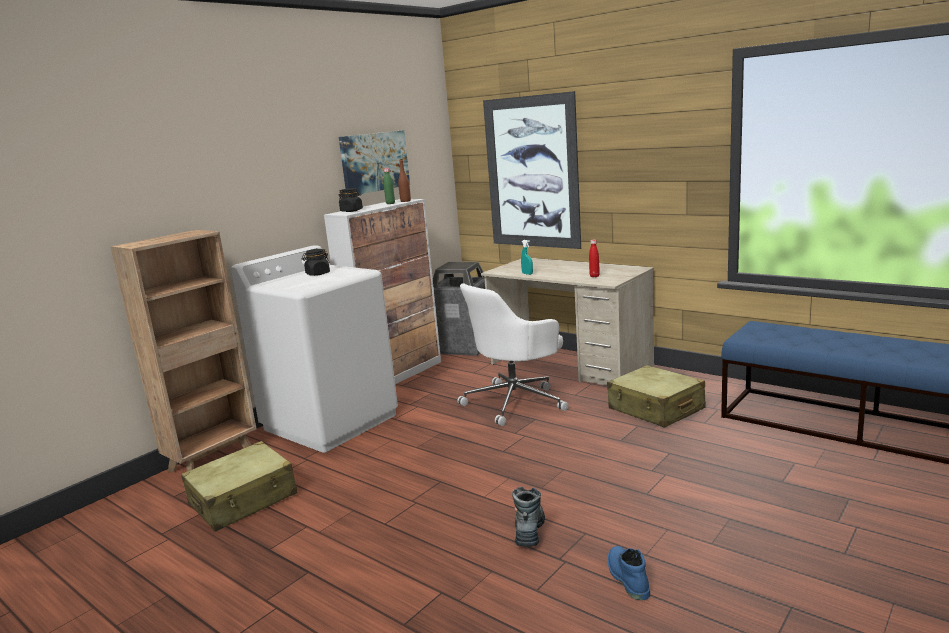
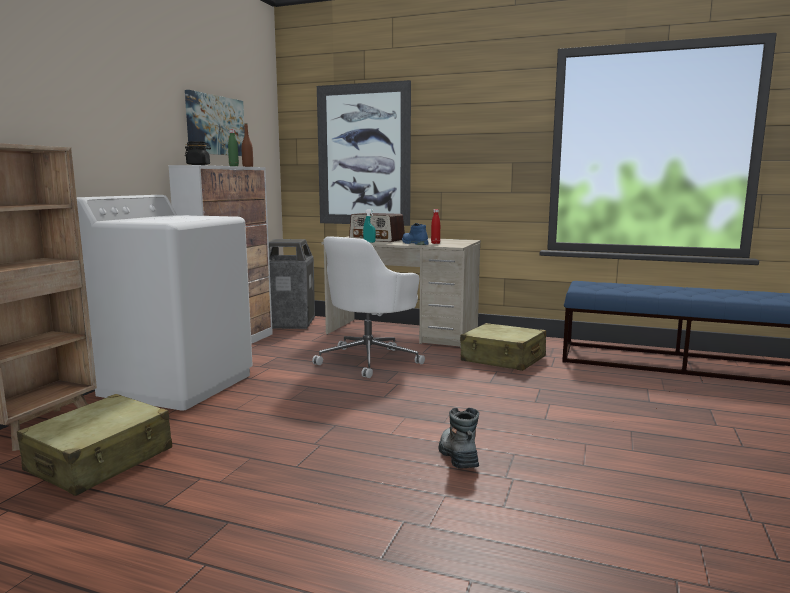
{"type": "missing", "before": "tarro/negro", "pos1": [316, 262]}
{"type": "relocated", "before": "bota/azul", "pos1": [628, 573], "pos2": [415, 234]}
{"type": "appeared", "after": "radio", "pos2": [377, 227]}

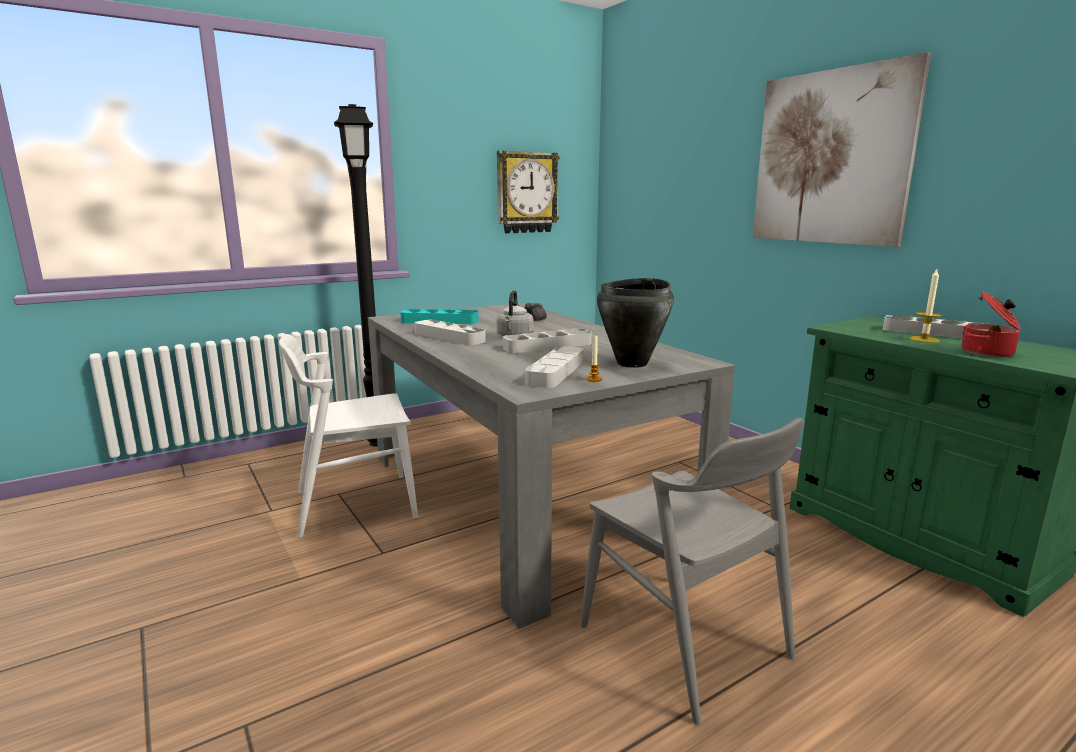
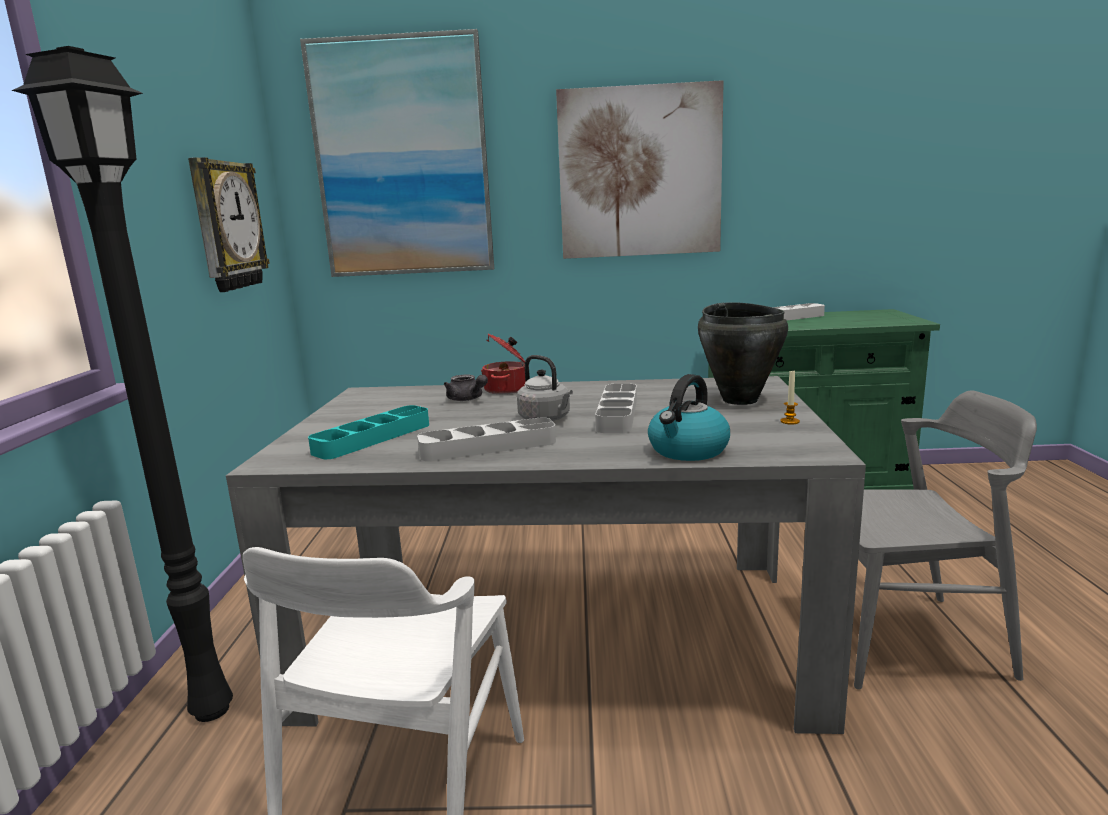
{"type": "missing", "before": "vela", "pos1": [925, 306]}
{"type": "relocated", "before": "olla", "pos1": [991, 324], "pos2": [503, 364]}
{"type": "missing", "before": "bandeja/gris", "pos1": [554, 367]}
{"type": "appeared", "after": "cuadro", "pos2": [397, 153]}
{"type": "appeared", "after": "hervidor", "pos2": [689, 417]}

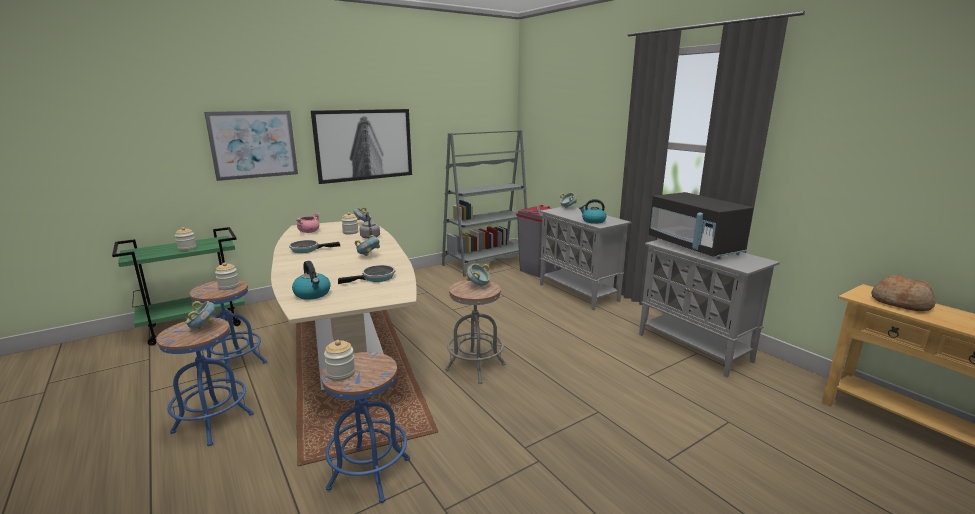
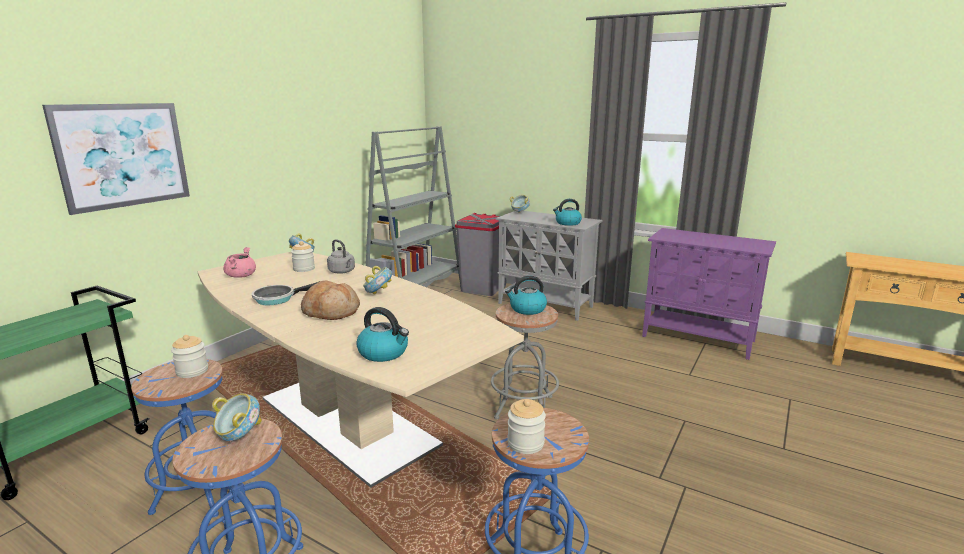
{"type": "missing", "before": "cuadro", "pos1": [361, 146]}
{"type": "missing", "before": "microondas/negro", "pos1": [701, 225]}
{"type": "missing", "before": "tarro", "pos1": [185, 239]}
{"type": "colour", "before": "armario/gris", "after": "armario/morado", "pos1": [709, 308], "pos2": [709, 294]}
{"type": "exchanged", "before": "cuenco", "after": "hervidor", "pos1": [478, 275], "pos2": [526, 295]}
{"type": "missing", "before": "sartén", "pos1": [366, 274]}
{"type": "relocated", "before": "pan", "pos1": [903, 293], "pos2": [330, 300]}

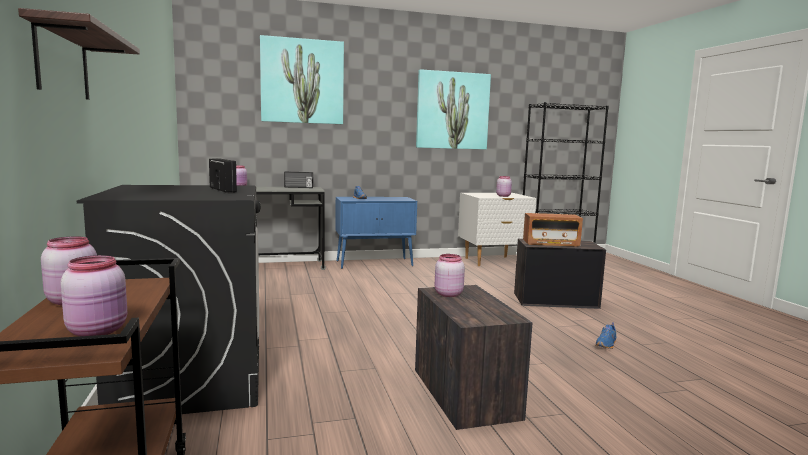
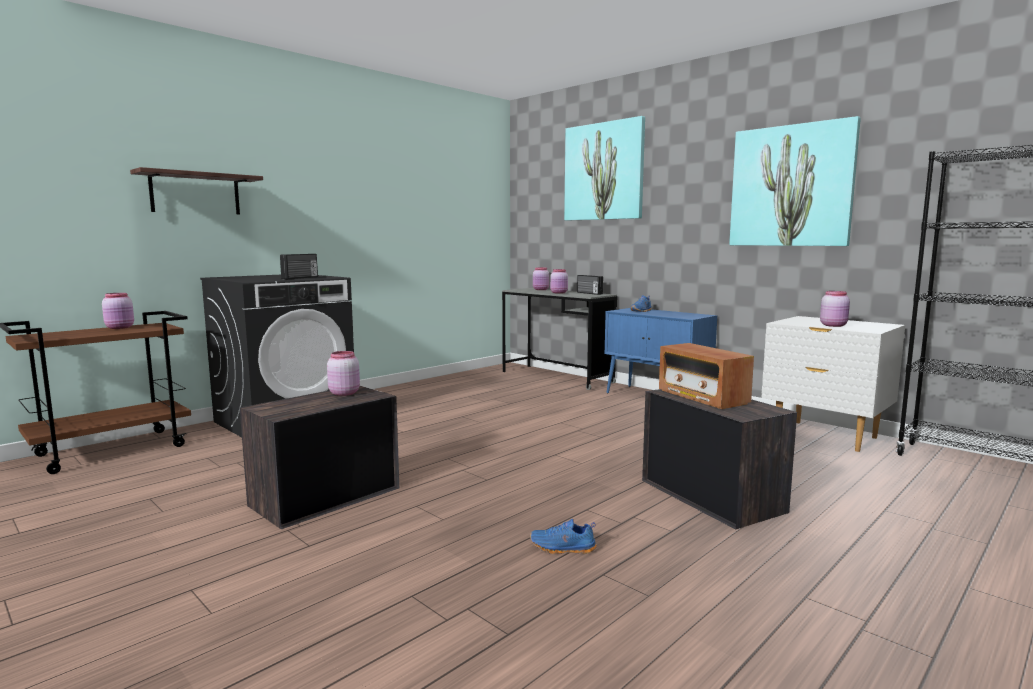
{"type": "relocated", "before": "tarro/rosa", "pos1": [93, 295], "pos2": [559, 281]}

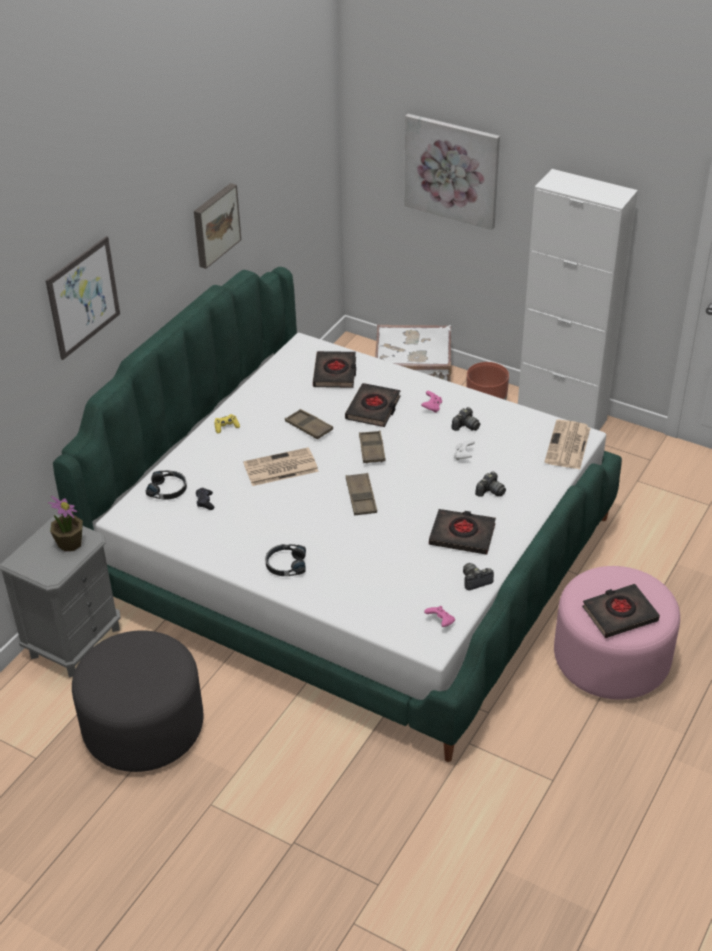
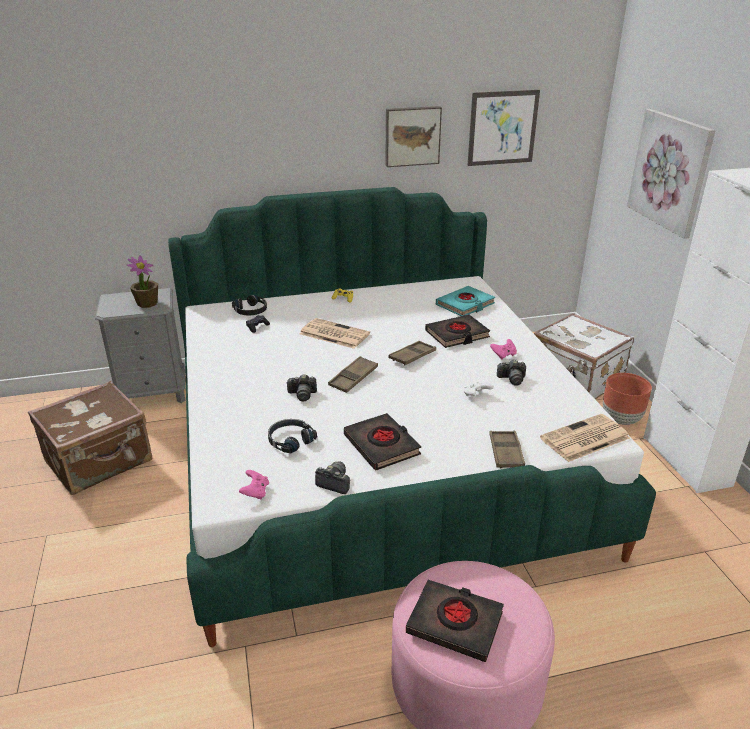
{"type": "relocated", "before": "cuadro", "pos1": [83, 298], "pos2": [503, 128]}
{"type": "colour", "before": "libro/negro", "after": "libro/turquesa", "pos1": [334, 369], "pos2": [465, 301]}
{"type": "relocated", "before": "bandeja/marrón", "pos1": [309, 424], "pos2": [507, 449]}
{"type": "relocated", "before": "cámara", "pos1": [490, 484], "pos2": [301, 387]}
{"type": "relocated", "before": "auriculares/negro", "pos1": [285, 560], "pos2": [292, 436]}
{"type": "exchanged", "before": "puf/gris", "after": "maleta/marrón", "pos1": [138, 701], "pos2": [90, 438]}

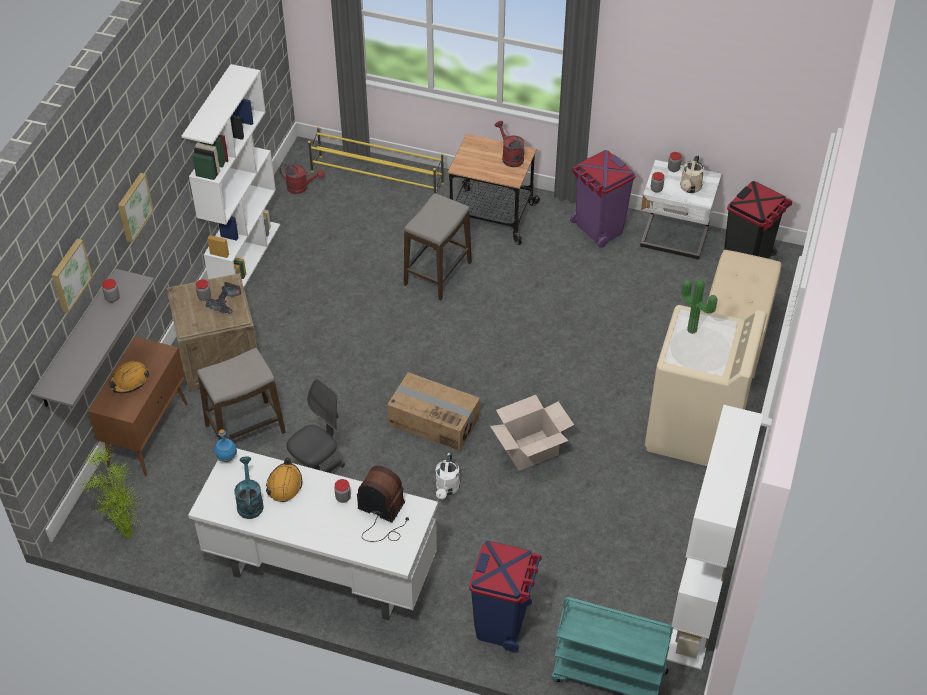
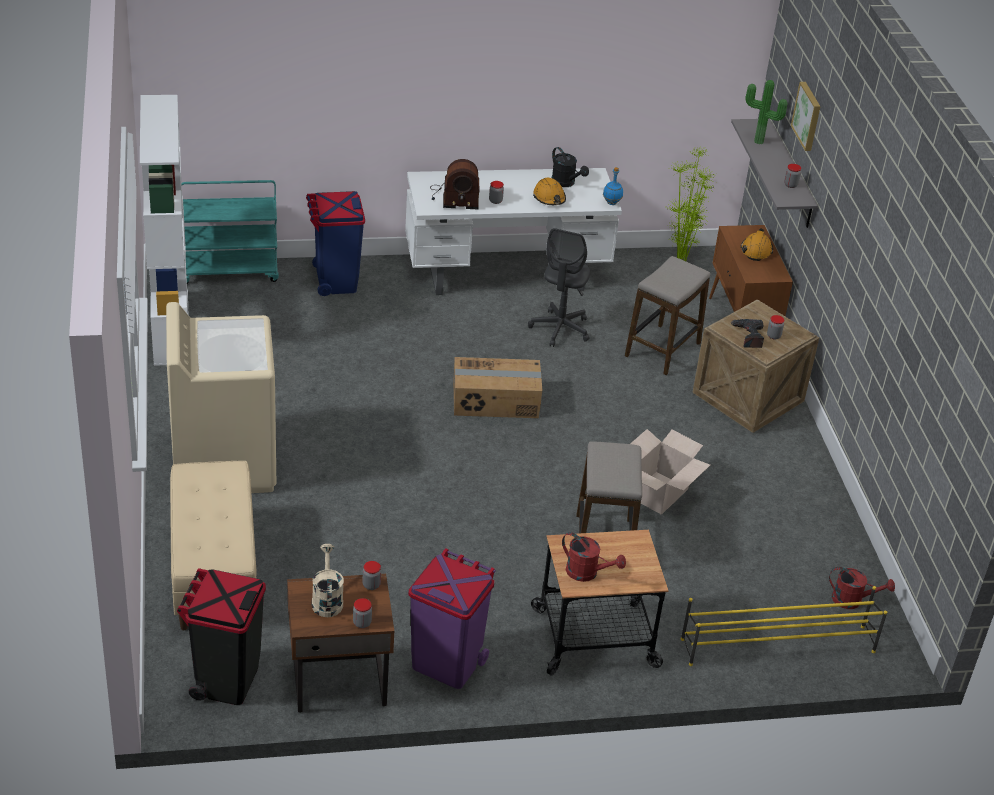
{"type": "missing", "before": "estantería/blanco", "pos1": [230, 175]}
{"type": "colour", "before": "mesita de noche/blanco", "after": "mesita de noche/marrón", "pos1": [681, 210], "pos2": [340, 643]}
{"type": "spun", "before": "regadera/rojo", "pos1": [302, 179], "pos2": [862, 588], "turn": -150}
{"type": "missing", "before": "cuadro", "pos1": [136, 207]}
{"type": "relocated", "before": "planta en maceta", "pos1": [699, 307], "pos2": [766, 112]}
{"type": "relocated", "before": "caja de cartón", "pos1": [532, 433], "pos2": [670, 472]}
{"type": "missing", "before": "regadera/blanco", "pos1": [447, 476]}
{"type": "colour", "before": "regadera/turquesa", "after": "regadera/negro", "pos1": [249, 487], "pos2": [570, 167]}

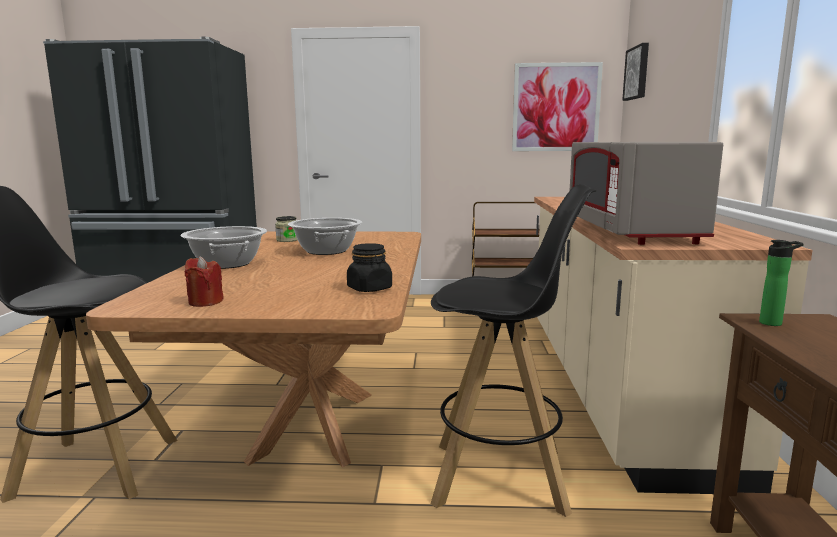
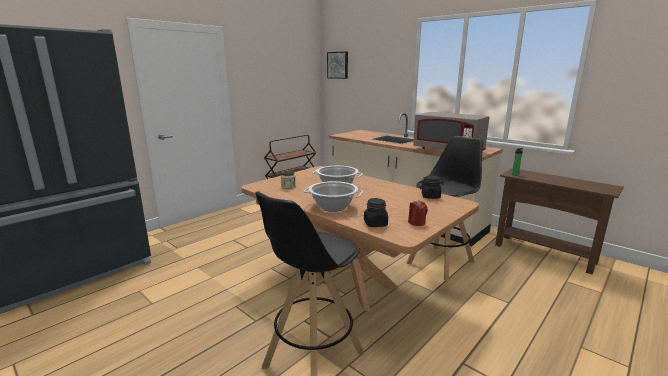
{"type": "missing", "before": "cuadro", "pos1": [557, 106]}
{"type": "appeared", "after": "tarro/negro", "pos2": [376, 212]}

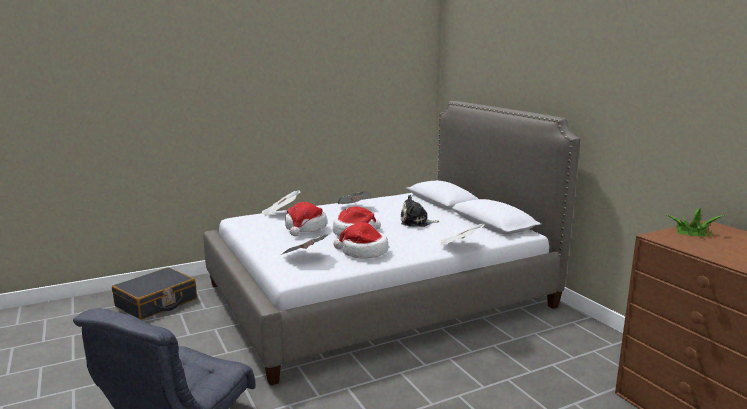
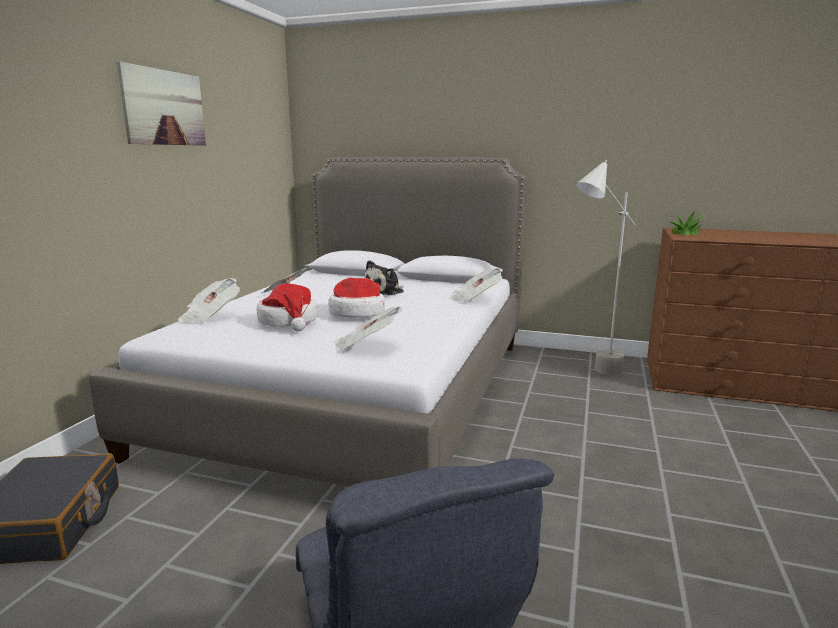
{"type": "missing", "before": "sombrero", "pos1": [361, 240]}
{"type": "appeared", "after": "cuadro", "pos2": [161, 103]}
{"type": "appeared", "after": "lámpara de pie/gris", "pos2": [606, 267]}

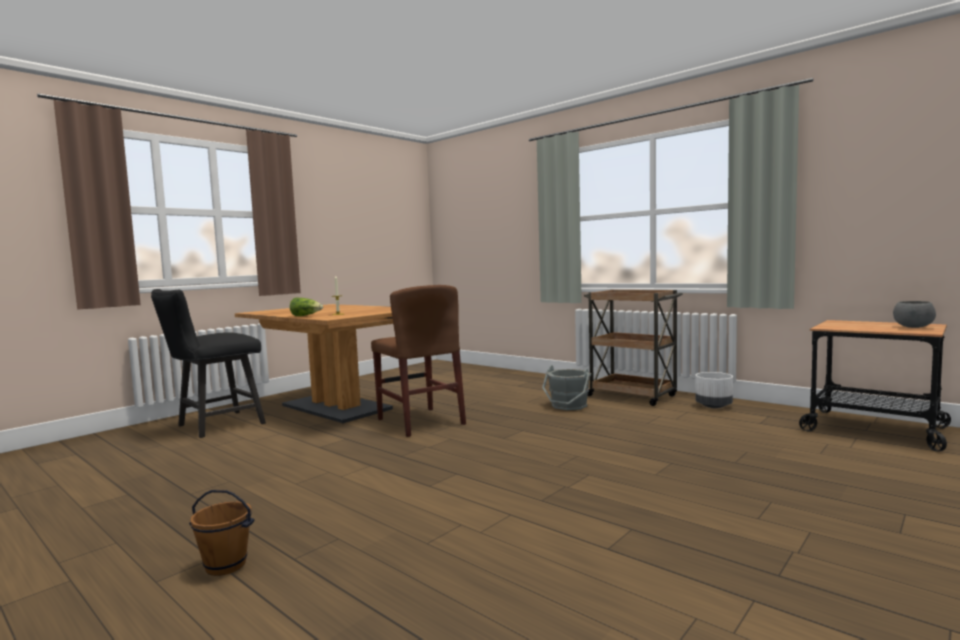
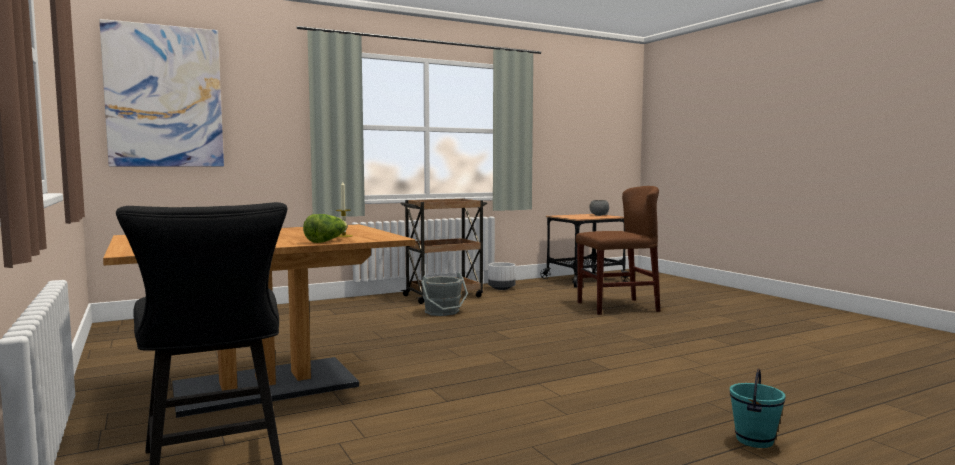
{"type": "relocated", "before": "silla/marrón", "pos1": [418, 361], "pos2": [618, 250]}
{"type": "colour", "before": "cubo/marrón", "after": "cubo/turquesa", "pos1": [221, 533], "pos2": [758, 408]}
{"type": "appeared", "after": "cuadro", "pos2": [161, 92]}

